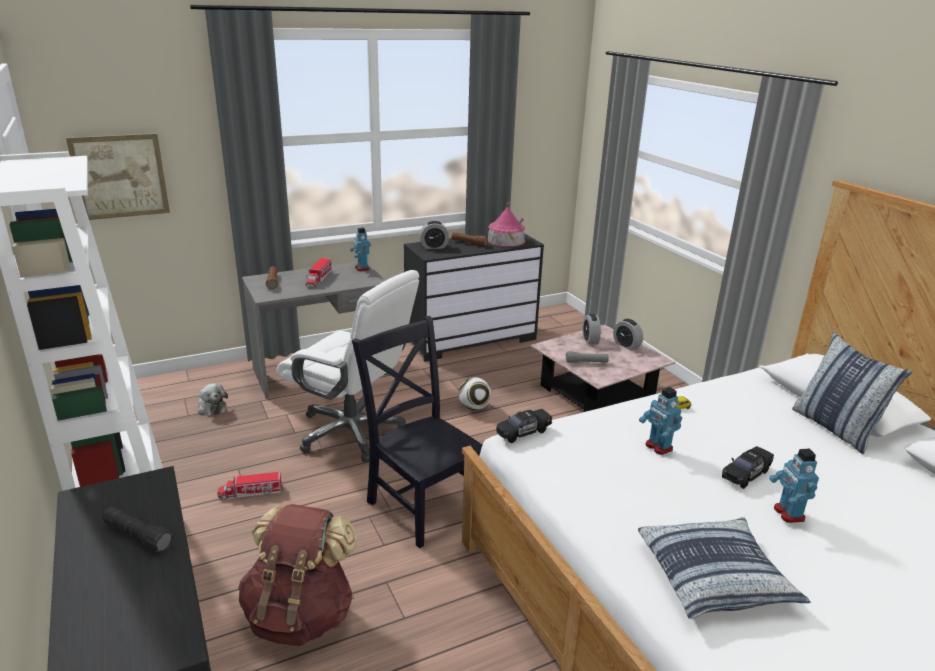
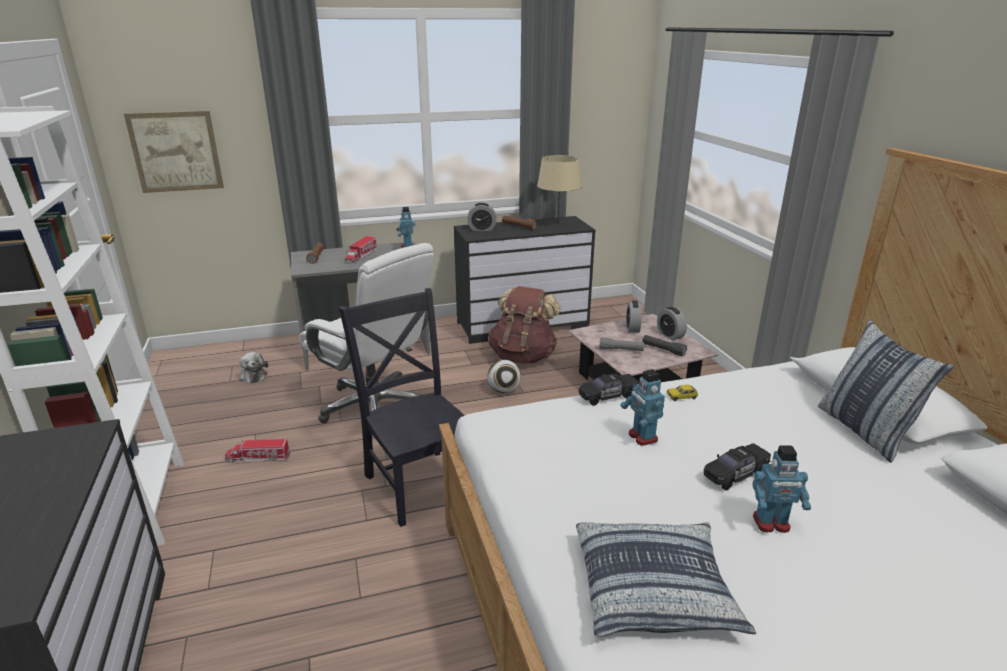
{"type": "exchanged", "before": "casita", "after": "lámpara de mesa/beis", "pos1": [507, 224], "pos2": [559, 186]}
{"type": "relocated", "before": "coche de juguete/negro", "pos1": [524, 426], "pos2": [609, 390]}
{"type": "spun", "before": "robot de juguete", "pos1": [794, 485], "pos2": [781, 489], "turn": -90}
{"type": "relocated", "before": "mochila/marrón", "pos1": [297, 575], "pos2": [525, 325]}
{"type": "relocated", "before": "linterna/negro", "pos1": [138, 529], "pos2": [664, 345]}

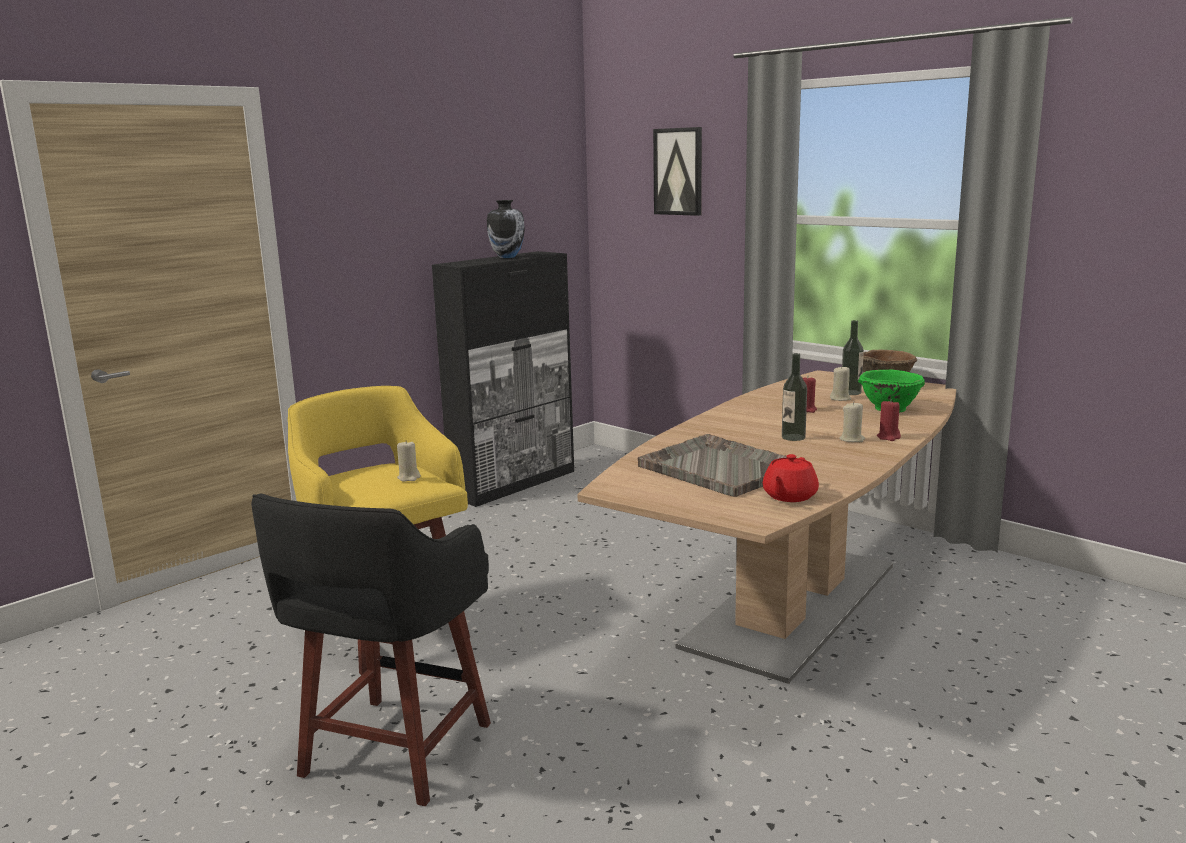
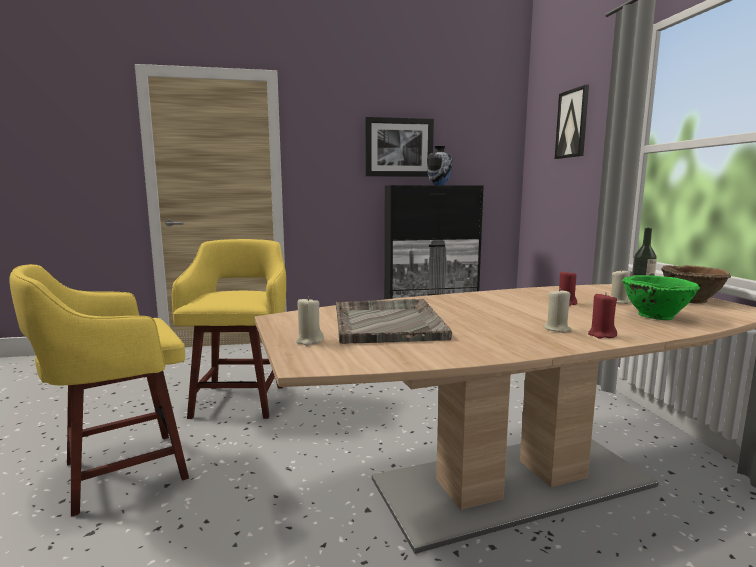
{"type": "missing", "before": "botella", "pos1": [794, 397]}
{"type": "relocated", "before": "vela/beis", "pos1": [409, 461], "pos2": [310, 321]}
{"type": "missing", "before": "tetera/rojo", "pos1": [791, 478]}
{"type": "colour", "before": "taburete/negro", "after": "taburete/amarillo", "pos1": [371, 650], "pos2": [99, 390]}
{"type": "appeared", "after": "cuadro", "pos2": [399, 147]}

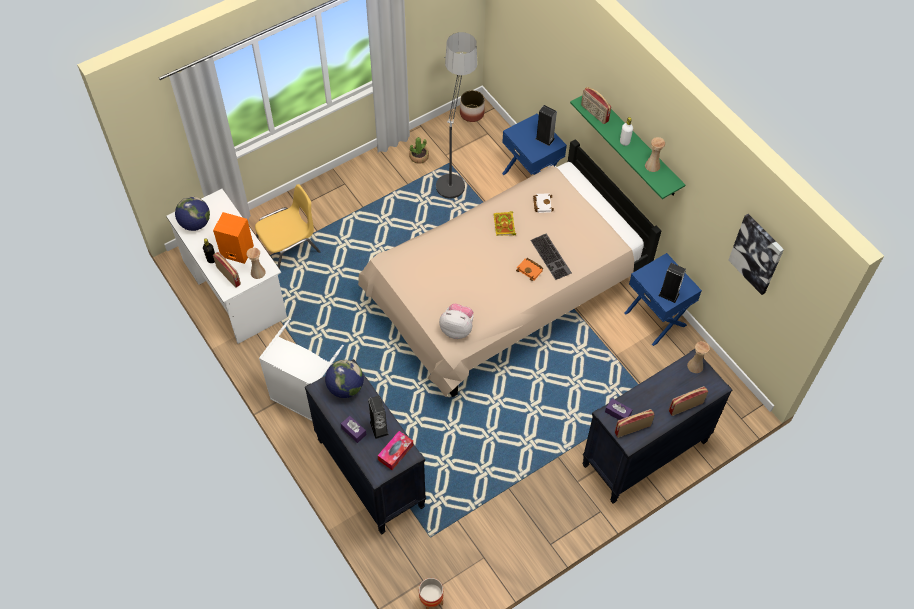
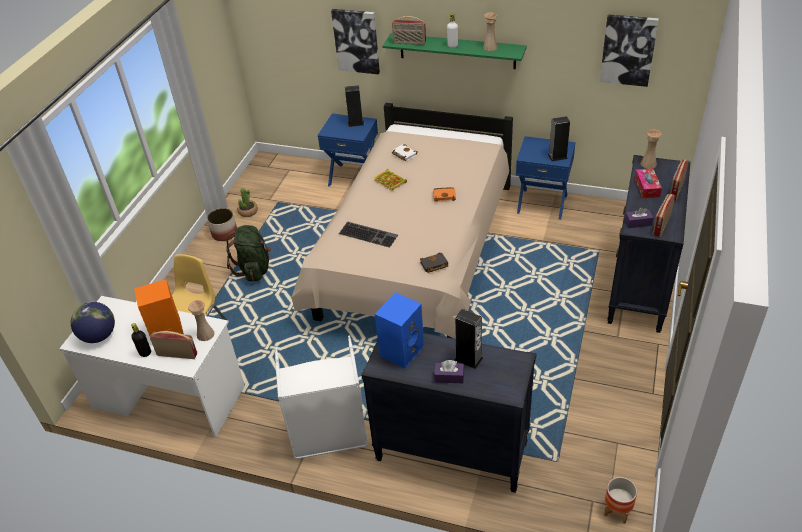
{"type": "missing", "before": "lámpara de pie", "pos1": [456, 115]}
{"type": "relocated", "before": "maceta", "pos1": [472, 106], "pos2": [222, 224]}
{"type": "relocated", "before": "teclado", "pos1": [551, 257], "pos2": [368, 234]}
{"type": "exchanged", "before": "peluche", "after": "libro/negro", "pos1": [456, 321], "pos2": [434, 262]}
{"type": "exchanged", "before": "globo terráqueo", "after": "altavoz/azul", "pos1": [344, 379], "pos2": [399, 330]}
{"type": "relocated", "before": "caja de pañuelos", "pos1": [395, 450], "pos2": [648, 183]}
{"type": "appeared", "after": "cuadro", "pos2": [355, 41]}
{"type": "appeared", "after": "mochila/verde", "pos2": [249, 253]}

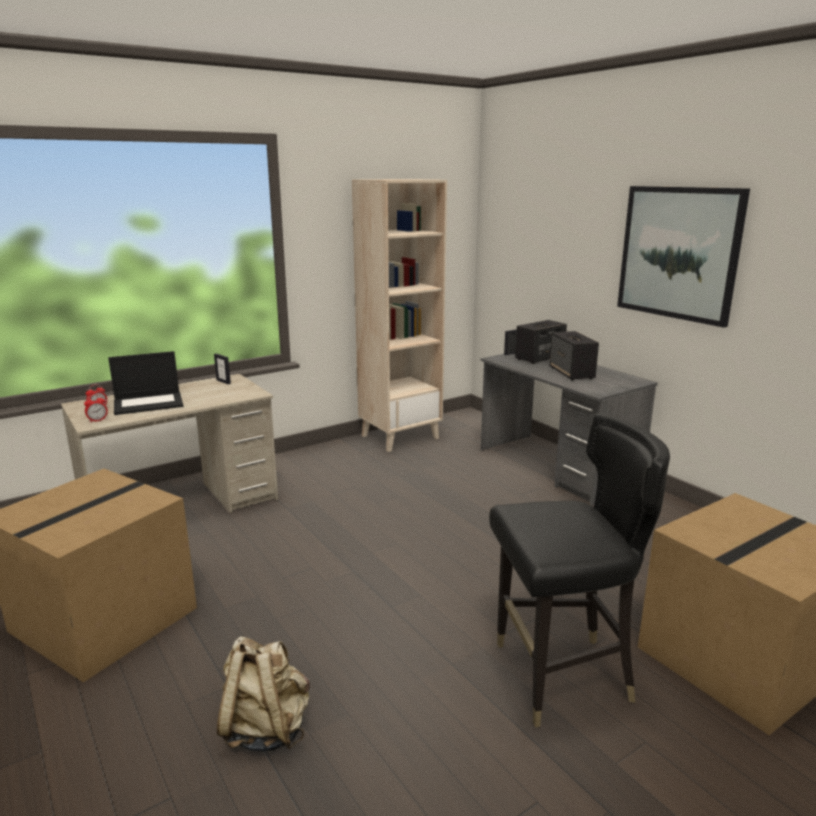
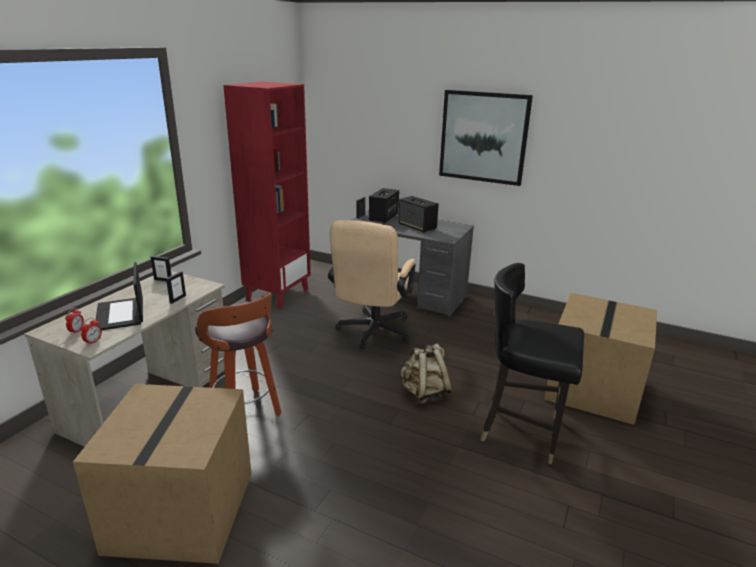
{"type": "colour", "before": "estantería/beis", "after": "estantería/rojo", "pos1": [399, 315], "pos2": [267, 195]}
{"type": "spun", "before": "portátil", "pos1": [145, 383], "pos2": [119, 296], "turn": 120}
{"type": "spun", "before": "silla/negro", "pos1": [579, 570], "pos2": [532, 364], "turn": -120}
{"type": "relocated", "before": "mochila/beis", "pos1": [263, 694], "pos2": [427, 374]}
{"type": "appeared", "after": "silla de oficina/beis", "pos2": [372, 284]}
{"type": "appeared", "after": "portarretratos", "pos2": [176, 287]}
{"type": "appeared", "after": "taburete", "pos2": [238, 354]}

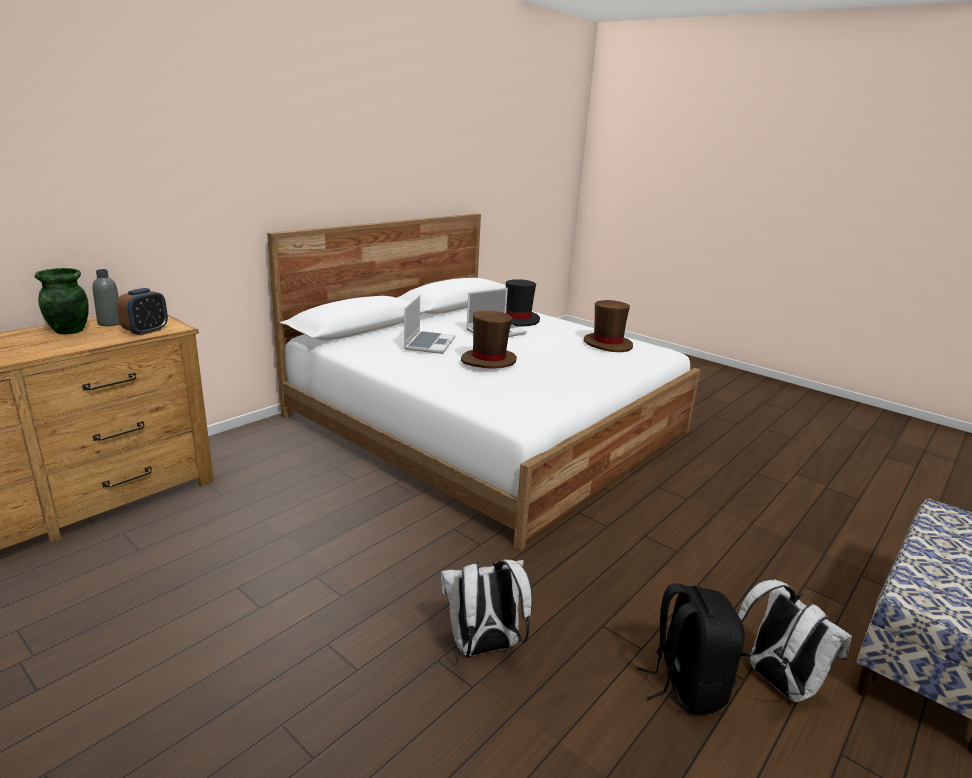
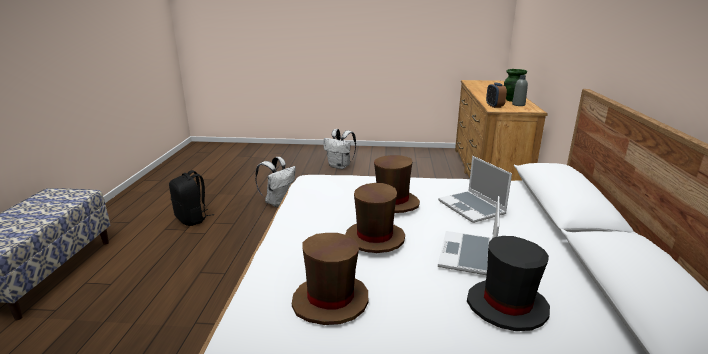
{"type": "relocated", "before": "mochila/blanco", "pos1": [795, 640], "pos2": [340, 149]}
{"type": "appeared", "after": "sombrero/marrón", "pos2": [375, 218]}

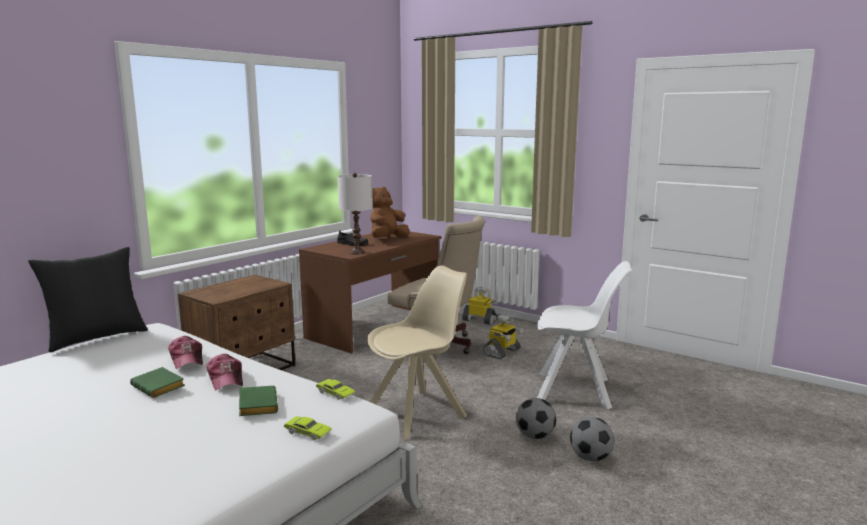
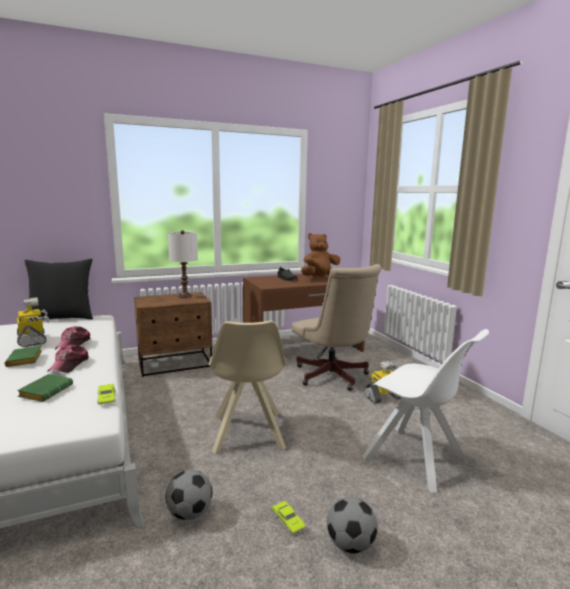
{"type": "relocated", "before": "lámpara de mesa/blanco", "pos1": [355, 213], "pos2": [183, 264]}
{"type": "spun", "before": "silla/beis", "pos1": [417, 352], "pos2": [248, 387], "turn": 90}
{"type": "relocated", "before": "robot de juguete", "pos1": [479, 305], "pos2": [33, 322]}
{"type": "relocated", "before": "balón de fútbol", "pos1": [536, 418], "pos2": [188, 494]}
{"type": "relocated", "before": "coche de juguete/verde", "pos1": [308, 428], "pos2": [289, 517]}

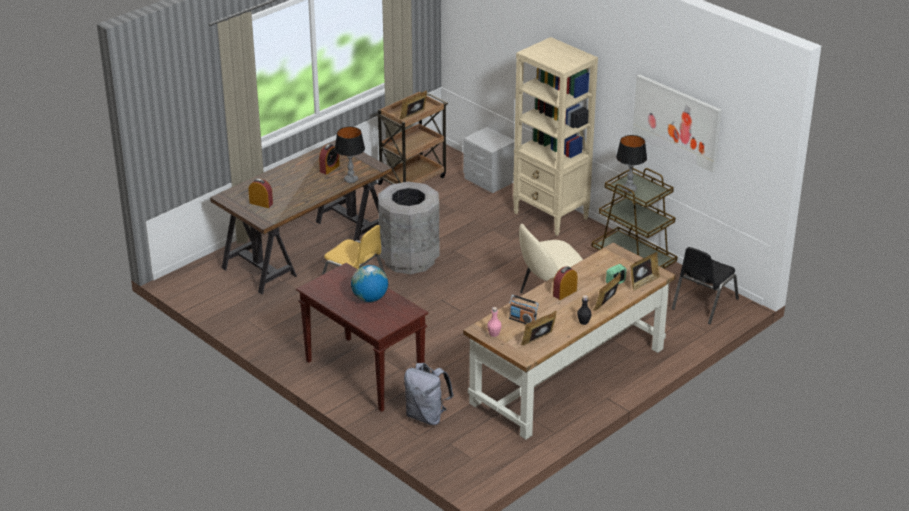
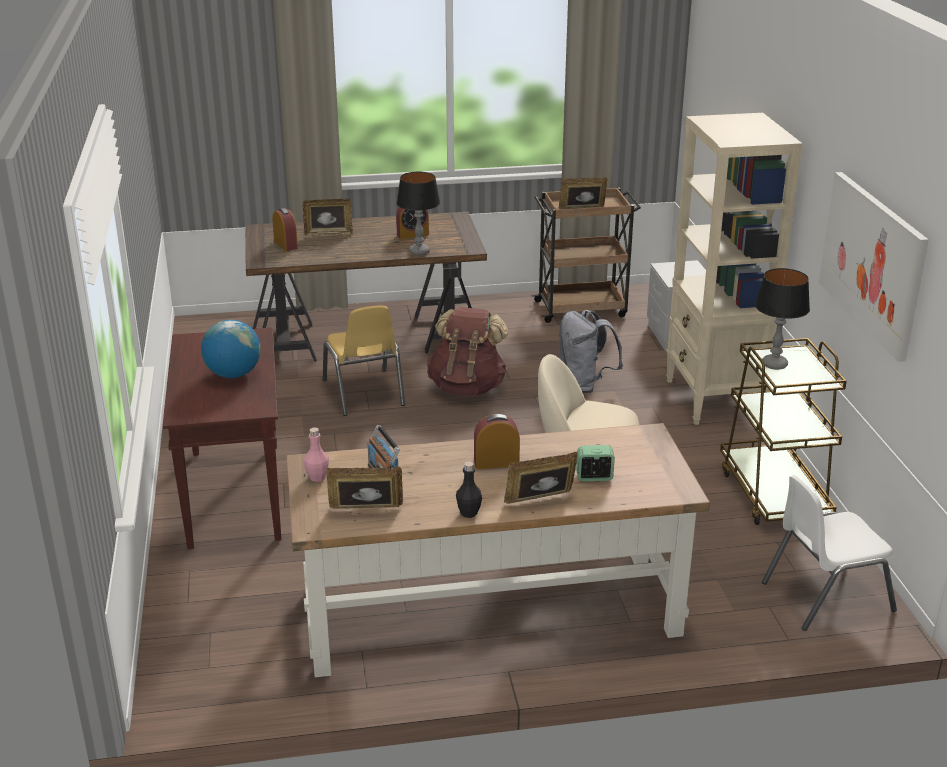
{"type": "exchanged", "before": "papelera/gris", "after": "mochila/marrón", "pos1": [408, 228], "pos2": [467, 351]}
{"type": "colour", "before": "silla/negro", "after": "silla/blanco", "pos1": [705, 285], "pos2": [829, 553]}
{"type": "relocated", "before": "portarretratos", "pos1": [645, 271], "pos2": [327, 218]}
{"type": "relocated", "before": "mochila/gris", "pos1": [429, 394], "pos2": [591, 351]}

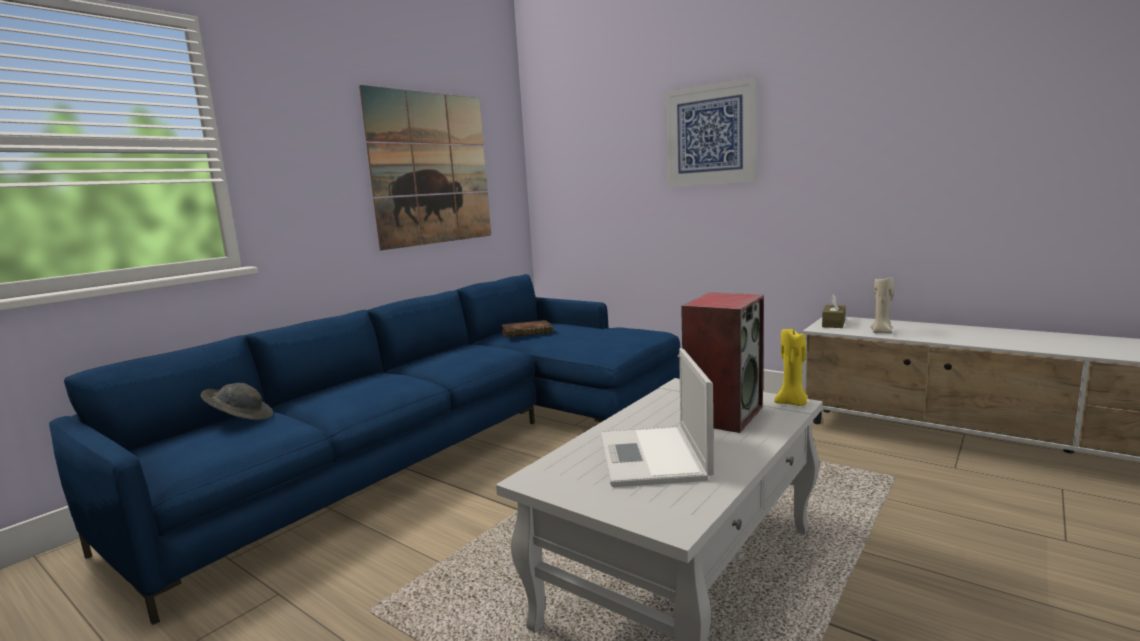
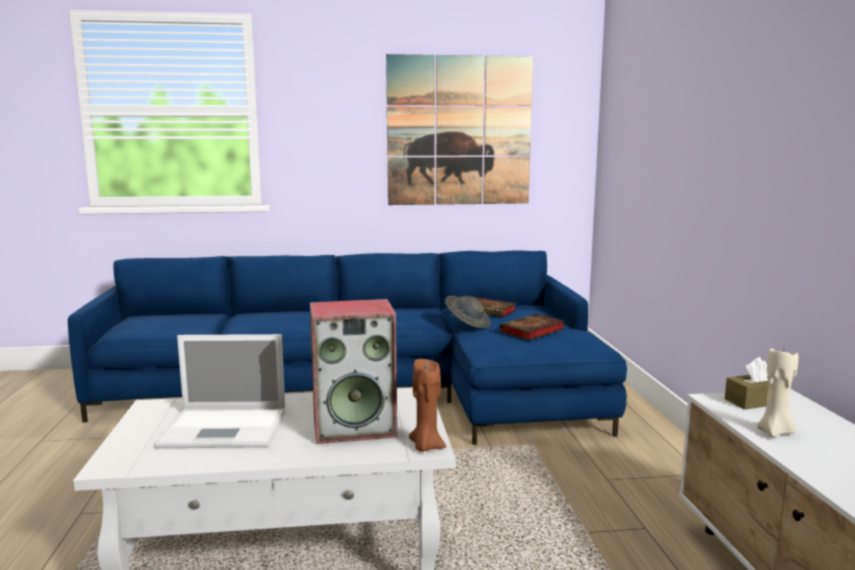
{"type": "missing", "before": "cuadro", "pos1": [711, 132]}
{"type": "colour", "before": "vela/amarillo", "after": "vela/marrón", "pos1": [791, 367], "pos2": [427, 405]}
{"type": "spun", "before": "portátil", "pos1": [657, 417], "pos2": [219, 391], "turn": -135}
{"type": "relocated", "before": "sombrero/gris", "pos1": [237, 401], "pos2": [468, 312]}
{"type": "appeared", "after": "libro", "pos2": [532, 327]}

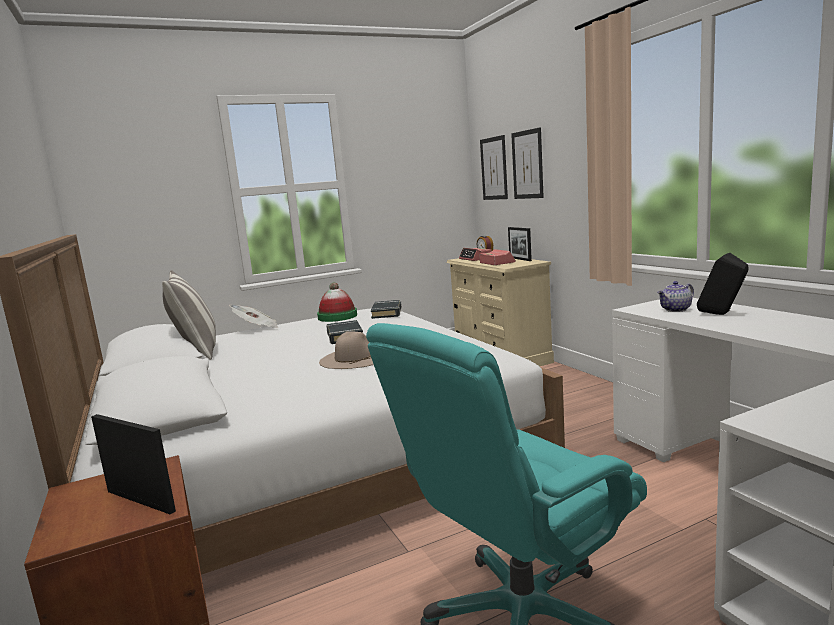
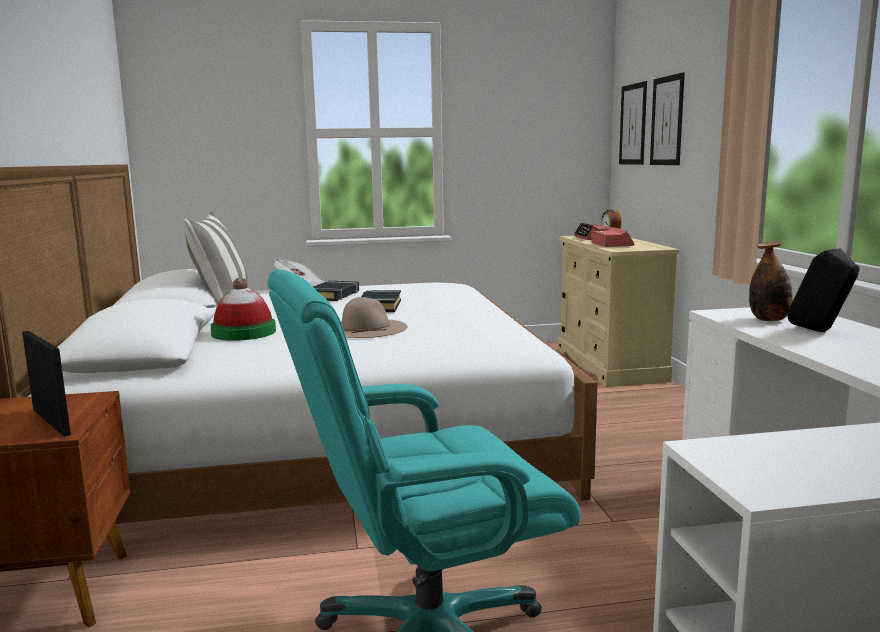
{"type": "missing", "before": "portarretratos", "pos1": [520, 244]}
{"type": "exchanged", "before": "tetera", "after": "botella", "pos1": [675, 296], "pos2": [771, 281]}
{"type": "relocated", "before": "sombrero", "pos1": [337, 302], "pos2": [243, 309]}
{"type": "relocated", "before": "libro/negro", "pos1": [386, 309], "pos2": [336, 291]}

